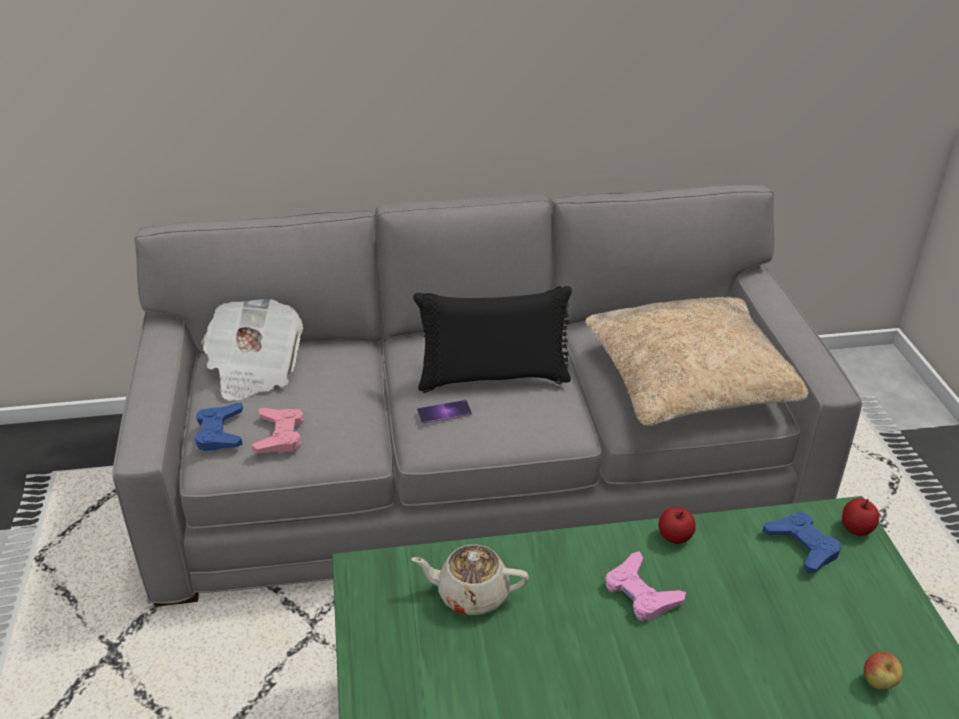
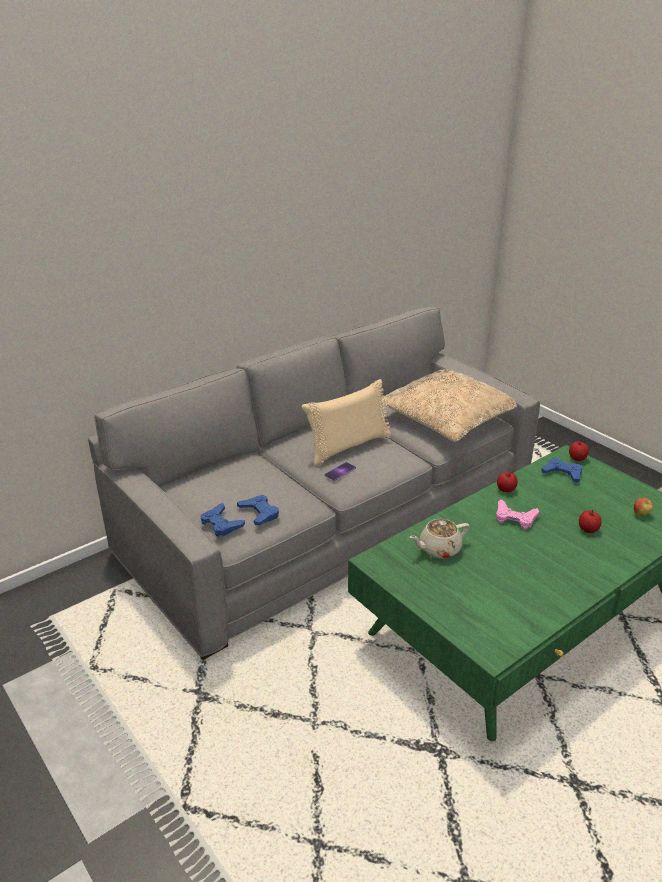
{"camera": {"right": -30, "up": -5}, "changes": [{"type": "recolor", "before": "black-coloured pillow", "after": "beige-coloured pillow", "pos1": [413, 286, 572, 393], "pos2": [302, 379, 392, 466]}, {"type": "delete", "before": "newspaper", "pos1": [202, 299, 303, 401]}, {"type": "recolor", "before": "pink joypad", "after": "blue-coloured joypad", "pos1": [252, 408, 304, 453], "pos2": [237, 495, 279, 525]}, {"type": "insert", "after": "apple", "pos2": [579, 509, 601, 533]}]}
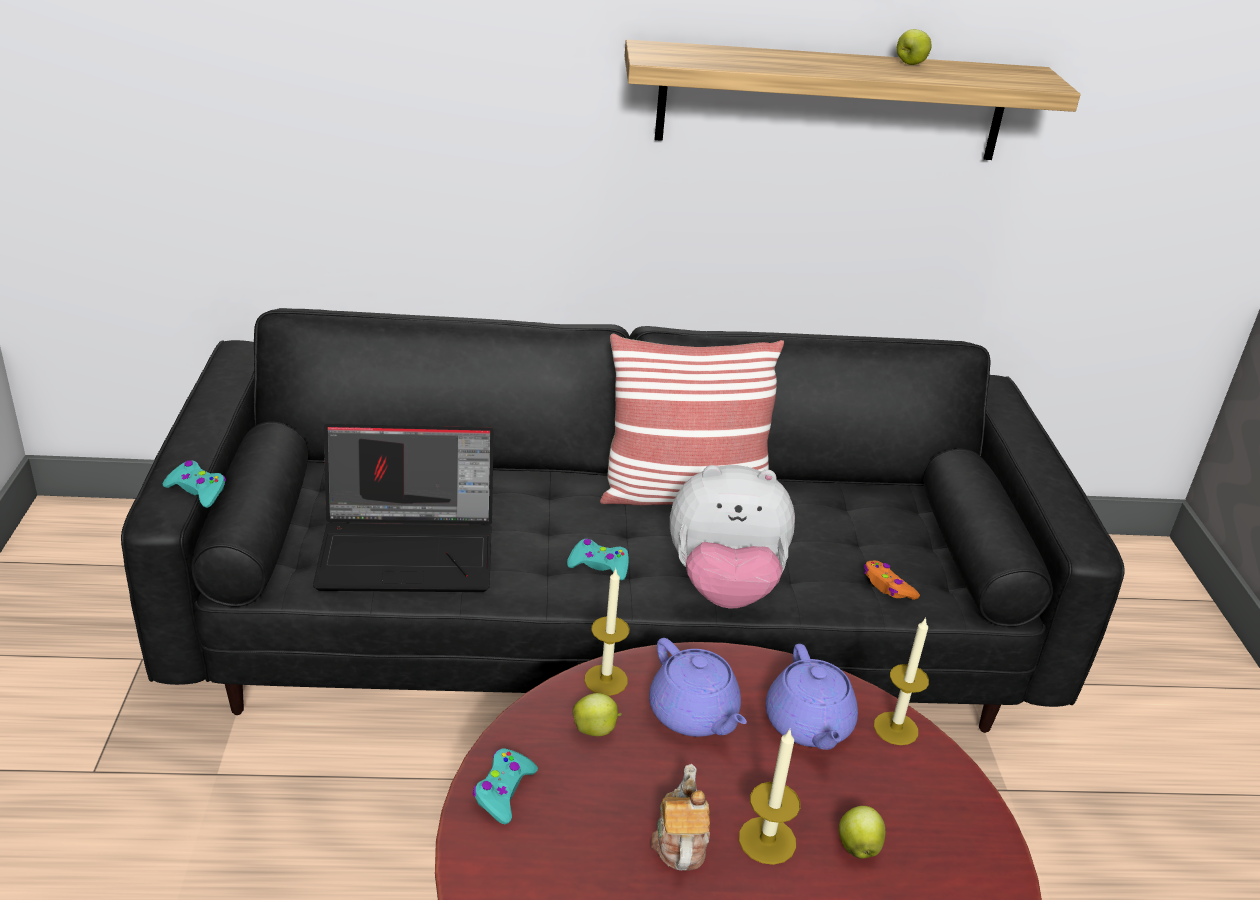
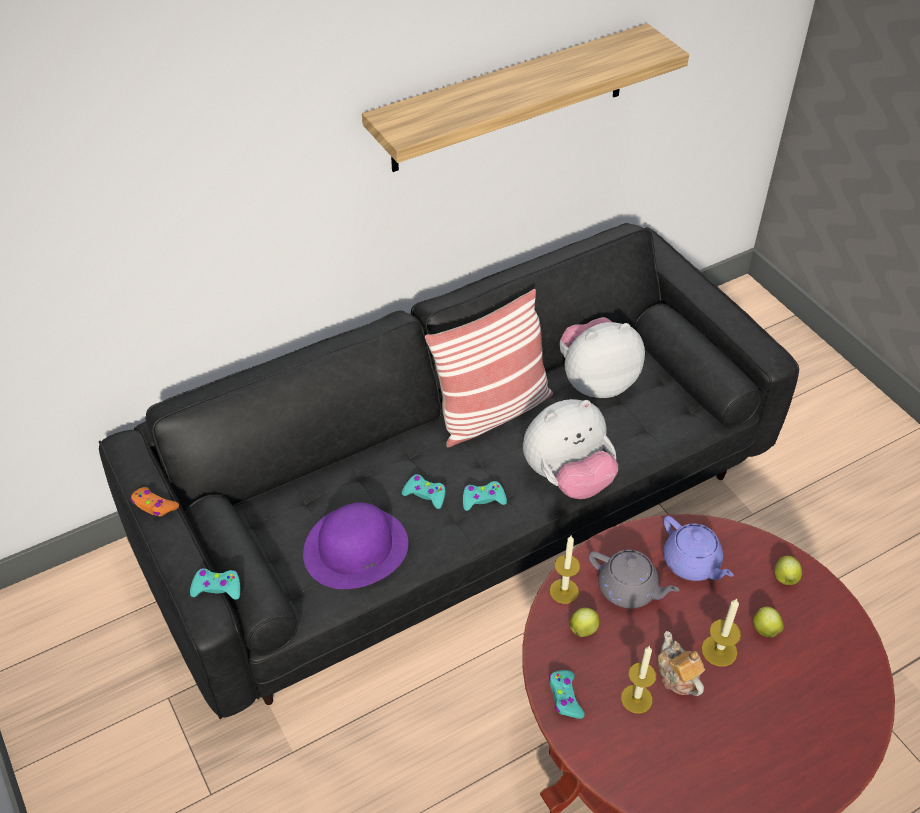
{"camera": {"right": -25, "up": 15}, "changes": [{"type": "move", "before": "apple", "pos1": [897, 29, 932, 65], "pos2": [774, 556, 802, 585]}, {"type": "replace", "before": "portable computer", "after": "purple-coloured hat", "pos1": [313, 424, 494, 592], "pos2": [303, 503, 408, 589]}, {"type": "move", "before": "orange joypad", "pos1": [864, 560, 920, 600], "pos2": [130, 487, 179, 516]}, {"type": "move", "before": "candle", "pos1": [874, 617, 929, 745], "pos2": [621, 646, 656, 714]}, {"type": "recolor", "before": "purple-coloured tea pot", "after": "gray tea pot", "pos1": [649, 638, 747, 737], "pos2": [589, 550, 679, 608]}, {"type": "insert", "after": "cuddly toy", "pos2": [560, 317, 645, 398]}, {"type": "insert", "after": "turquoise-coloured joypad", "pos2": [402, 474, 446, 509]}]}
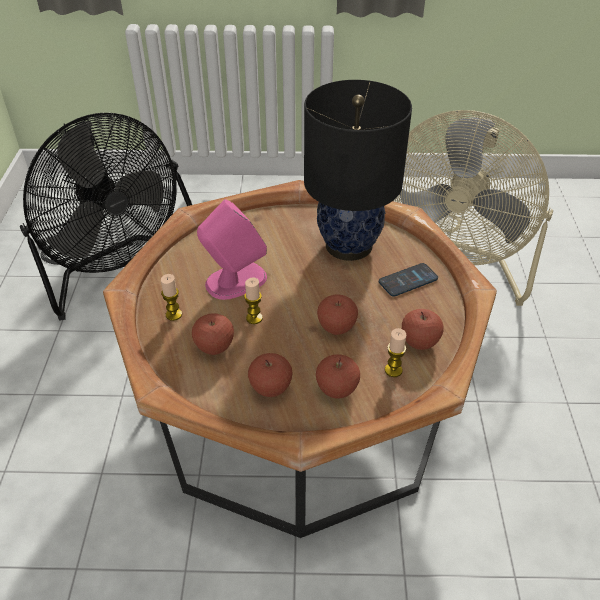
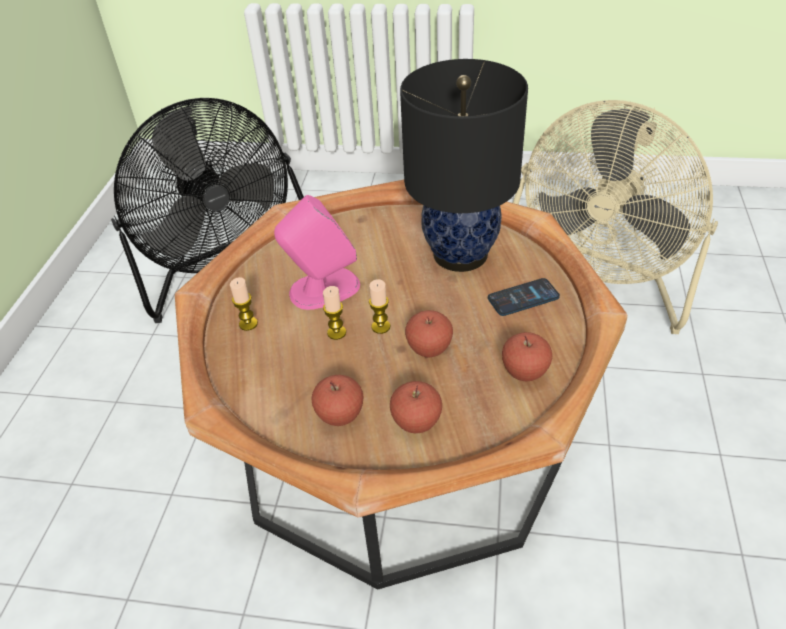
{"camera": {"right": 10, "up": 0}, "changes": [{"type": "delete", "before": "apple", "pos1": [192, 313, 234, 355]}, {"type": "move", "before": "candle", "pos1": [385, 328, 407, 377], "pos2": [369, 279, 390, 334]}]}
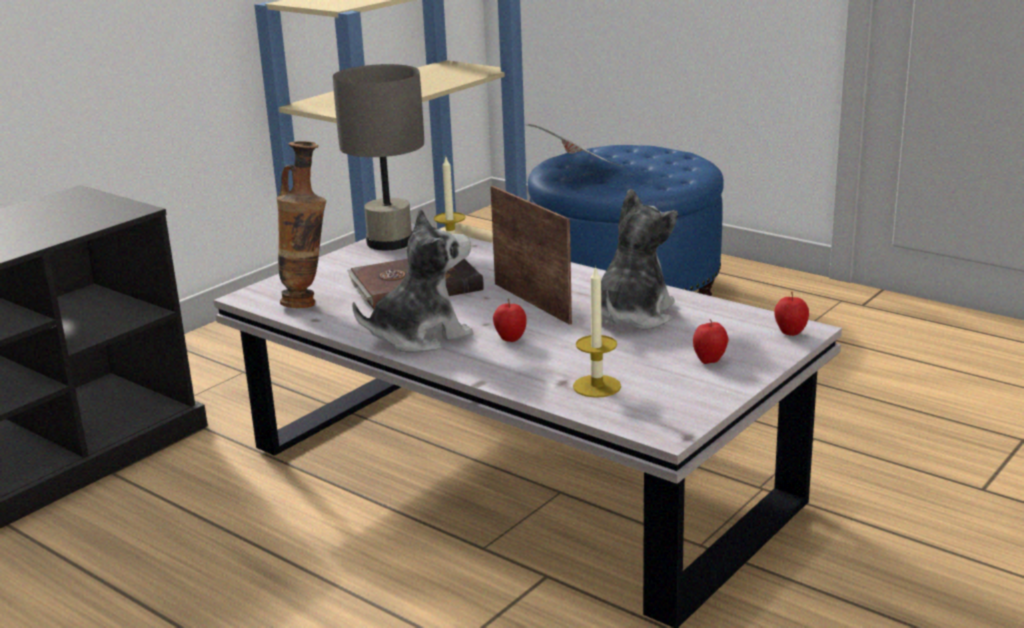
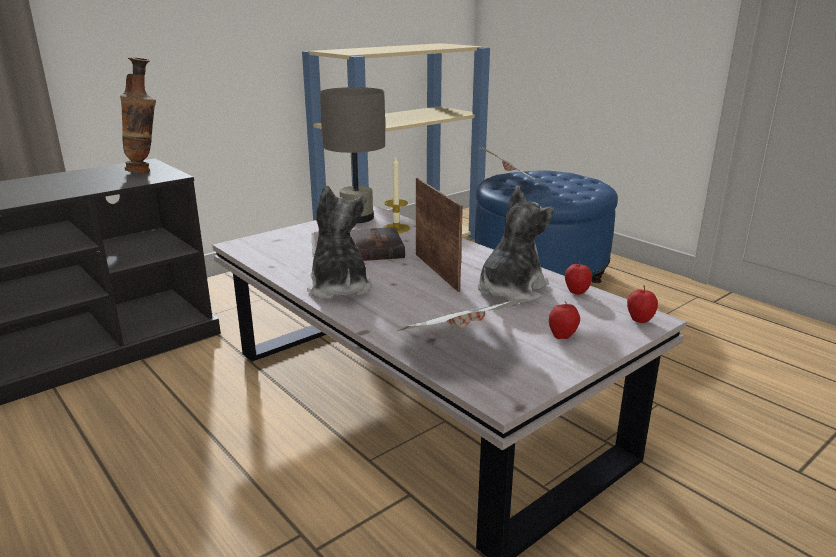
{"camera": {"right": 10, "up": 0}, "changes": [{"type": "move", "before": "decorative vase", "pos1": [276, 141, 326, 308], "pos2": [120, 57, 156, 173]}, {"type": "rotate", "before": "cuddly toy", "pos1": [352, 208, 473, 353], "pos2": [307, 186, 372, 300], "turn": -90}, {"type": "replace", "before": "candle", "after": "newspaper", "pos1": [573, 265, 621, 398], "pos2": [397, 299, 528, 331]}, {"type": "move", "before": "apple", "pos1": [493, 298, 527, 342], "pos2": [565, 260, 592, 295]}]}
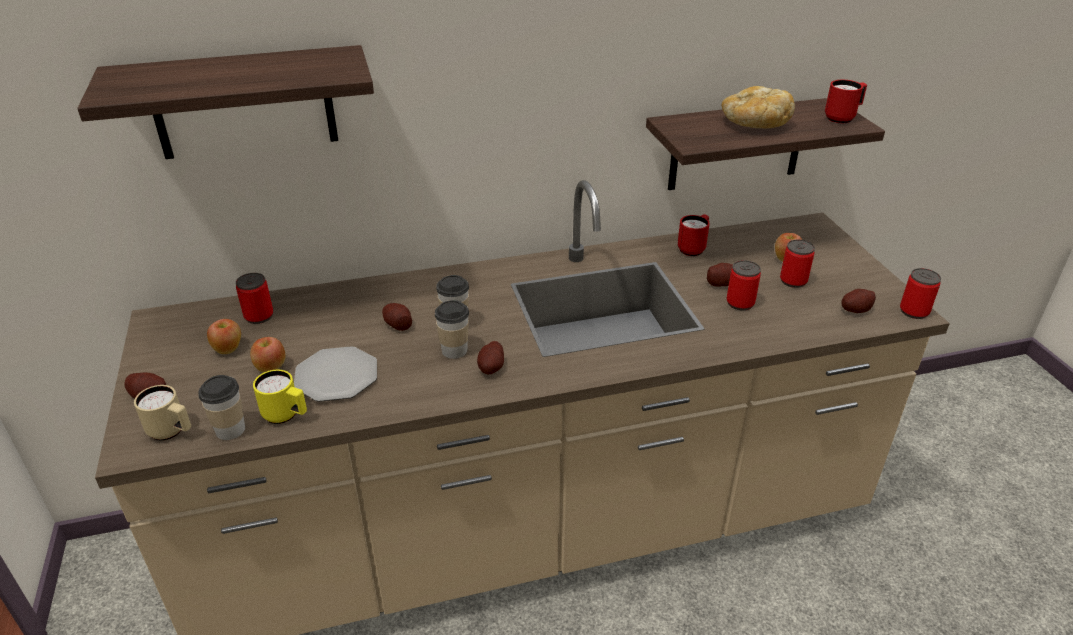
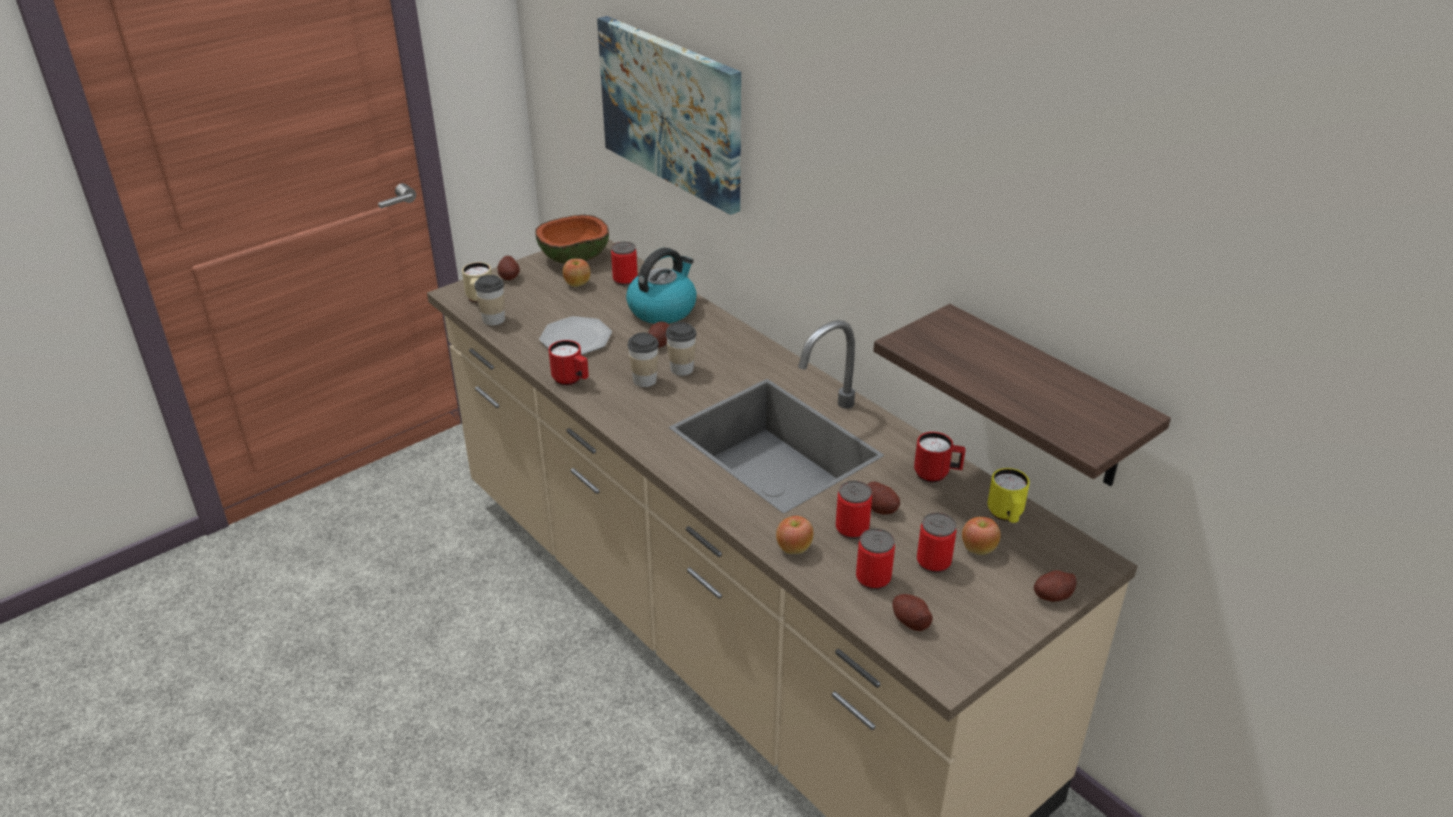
{"camera": {"right": 65, "up": 0}, "changes": [{"type": "replace", "before": "shelf", "after": "wall picture", "pos1": [77, 45, 374, 159], "pos2": [597, 16, 741, 215]}, {"type": "move", "before": "red-coloured coffee mug", "pos1": [825, 80, 867, 123], "pos2": [549, 340, 589, 385]}, {"type": "delete", "before": "baked bread", "pos1": [722, 86, 795, 128]}, {"type": "move", "before": "can", "pos1": [900, 268, 941, 319], "pos2": [856, 528, 895, 590]}, {"type": "move", "before": "apple", "pos1": [250, 337, 286, 373], "pos2": [776, 516, 813, 554]}, {"type": "move", "before": "whole potato", "pos1": [477, 341, 504, 374], "pos2": [1034, 570, 1076, 602]}, {"type": "move", "before": "yellowish coffee mug", "pos1": [253, 370, 307, 424], "pos2": [987, 468, 1030, 523]}, {"type": "insert", "after": "deep dish", "pos2": [535, 215, 609, 264]}, {"type": "insert", "after": "kettle", "pos2": [626, 248, 697, 324]}]}
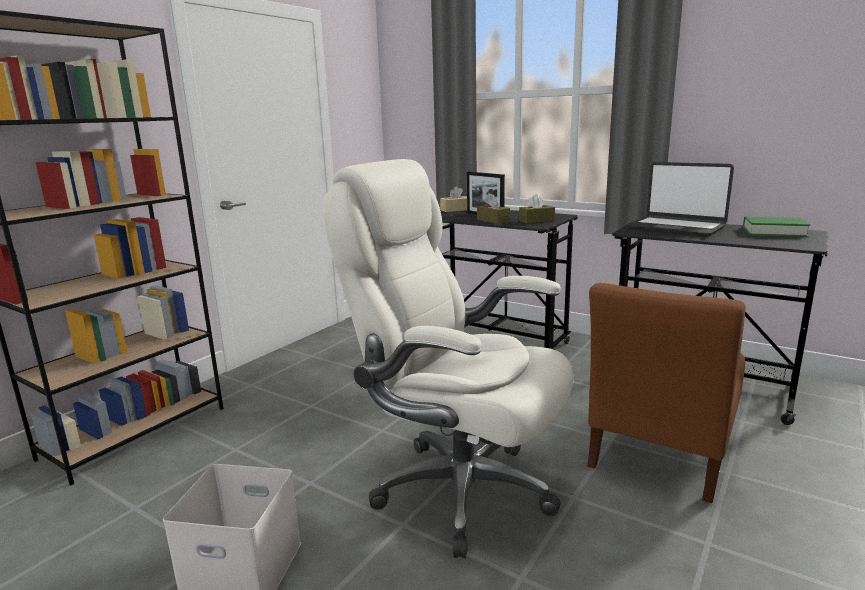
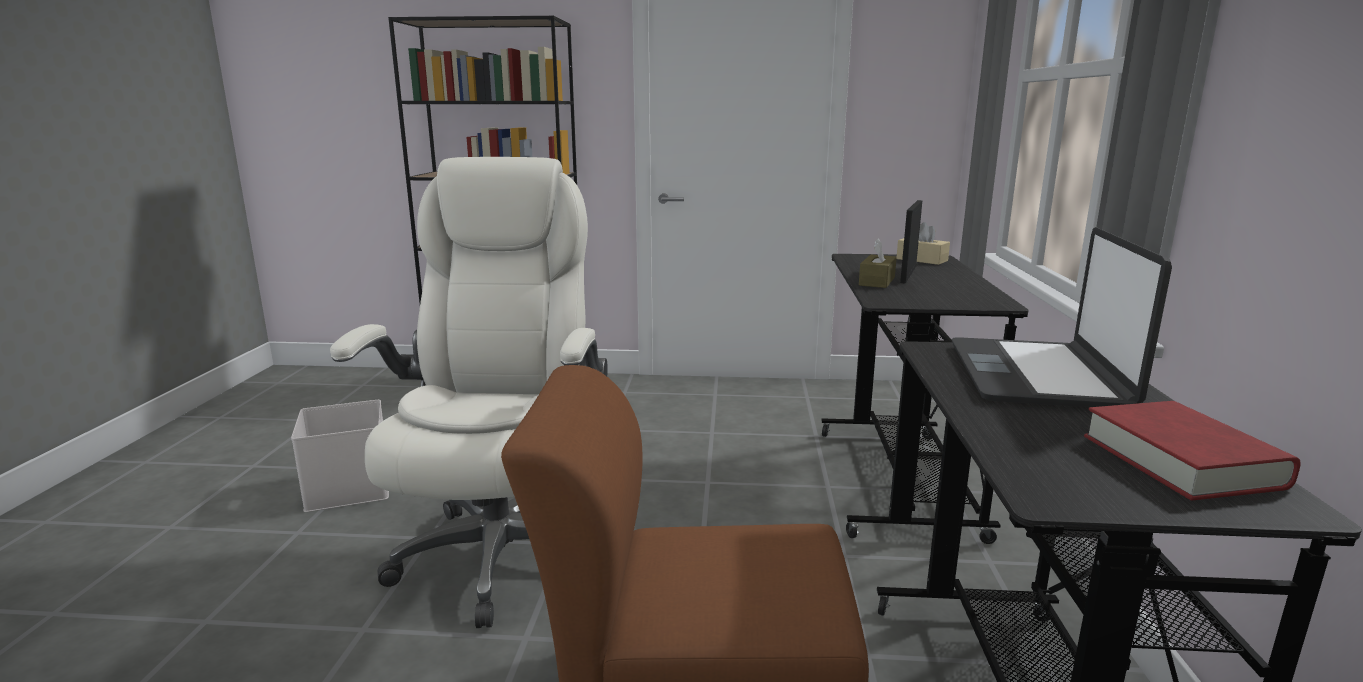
{"camera": {"right": 60, "up": 0}, "changes": [{"type": "delete", "before": "brownish box of tissues", "pos1": [519, 194, 555, 224]}, {"type": "recolor", "before": "green-coloured book", "after": "red-coloured book", "pos1": [743, 217, 811, 237], "pos2": [1084, 401, 1301, 500]}]}
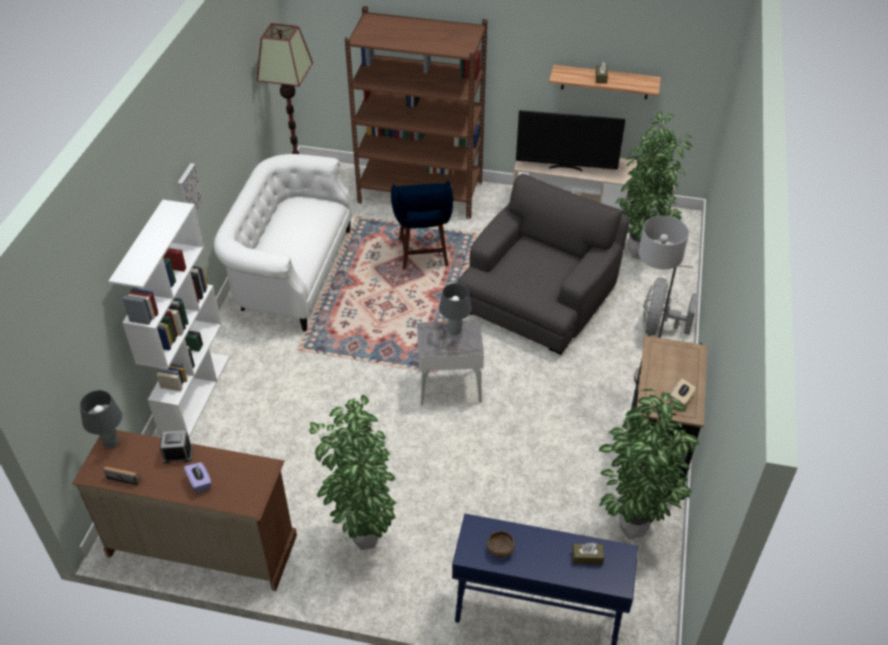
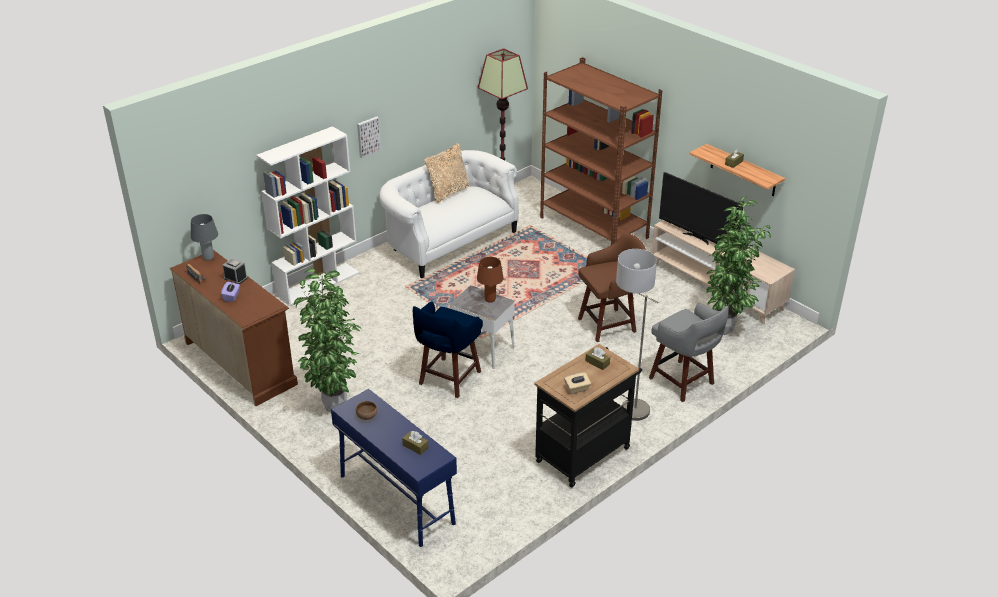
{"camera": {"right": 35, "up": -10}, "changes": [{"type": "replace", "before": "gray lounge chair", "after": "brownish sitting stool", "pos1": [457, 174, 630, 355], "pos2": [578, 233, 646, 342]}, {"type": "move", "before": "blue-coloured sitting stool", "pos1": [391, 181, 454, 270], "pos2": [413, 301, 483, 398]}, {"type": "replace", "before": "gray electric fan", "after": "gray sitting stool", "pos1": [643, 278, 698, 335], "pos2": [649, 303, 729, 402]}, {"type": "recolor", "before": "gray lamp for a table", "after": "brownish lamp for a table", "pos1": [439, 283, 472, 335], "pos2": [477, 257, 504, 303]}, {"type": "delete", "before": "potted plant", "pos1": [599, 389, 699, 539]}, {"type": "insert", "after": "beige-coloured pillow", "pos2": [424, 143, 470, 203]}, {"type": "insert", "after": "brownish box of tissues", "pos2": [585, 347, 610, 370]}]}
